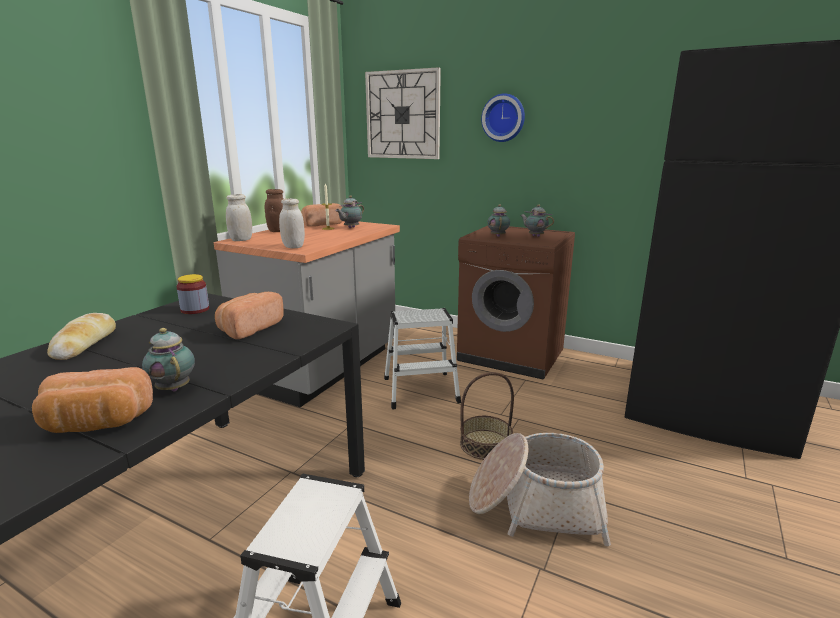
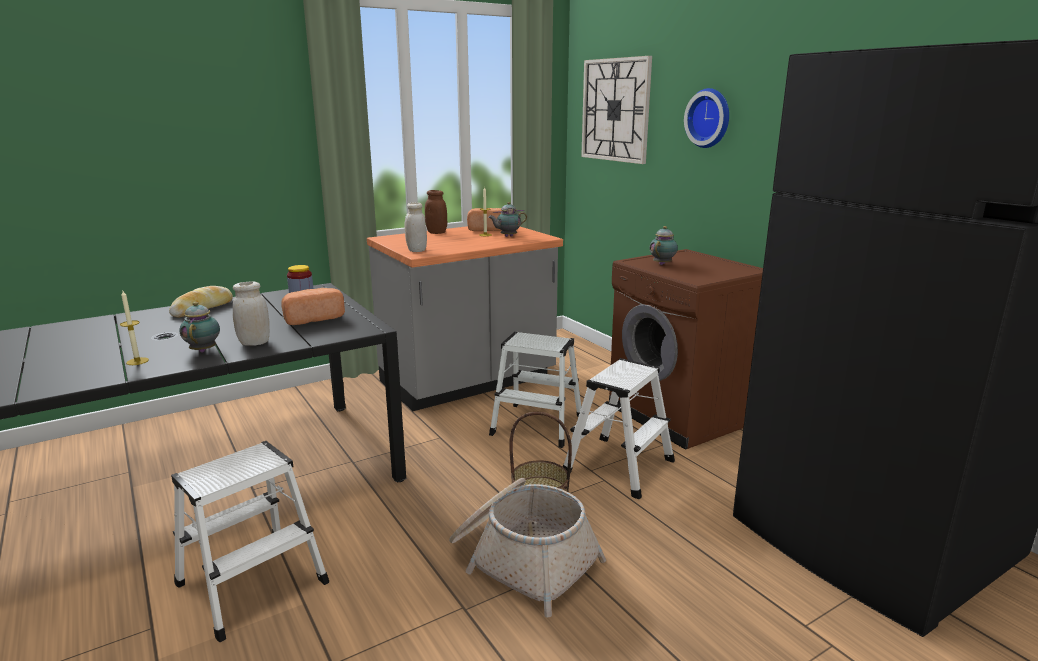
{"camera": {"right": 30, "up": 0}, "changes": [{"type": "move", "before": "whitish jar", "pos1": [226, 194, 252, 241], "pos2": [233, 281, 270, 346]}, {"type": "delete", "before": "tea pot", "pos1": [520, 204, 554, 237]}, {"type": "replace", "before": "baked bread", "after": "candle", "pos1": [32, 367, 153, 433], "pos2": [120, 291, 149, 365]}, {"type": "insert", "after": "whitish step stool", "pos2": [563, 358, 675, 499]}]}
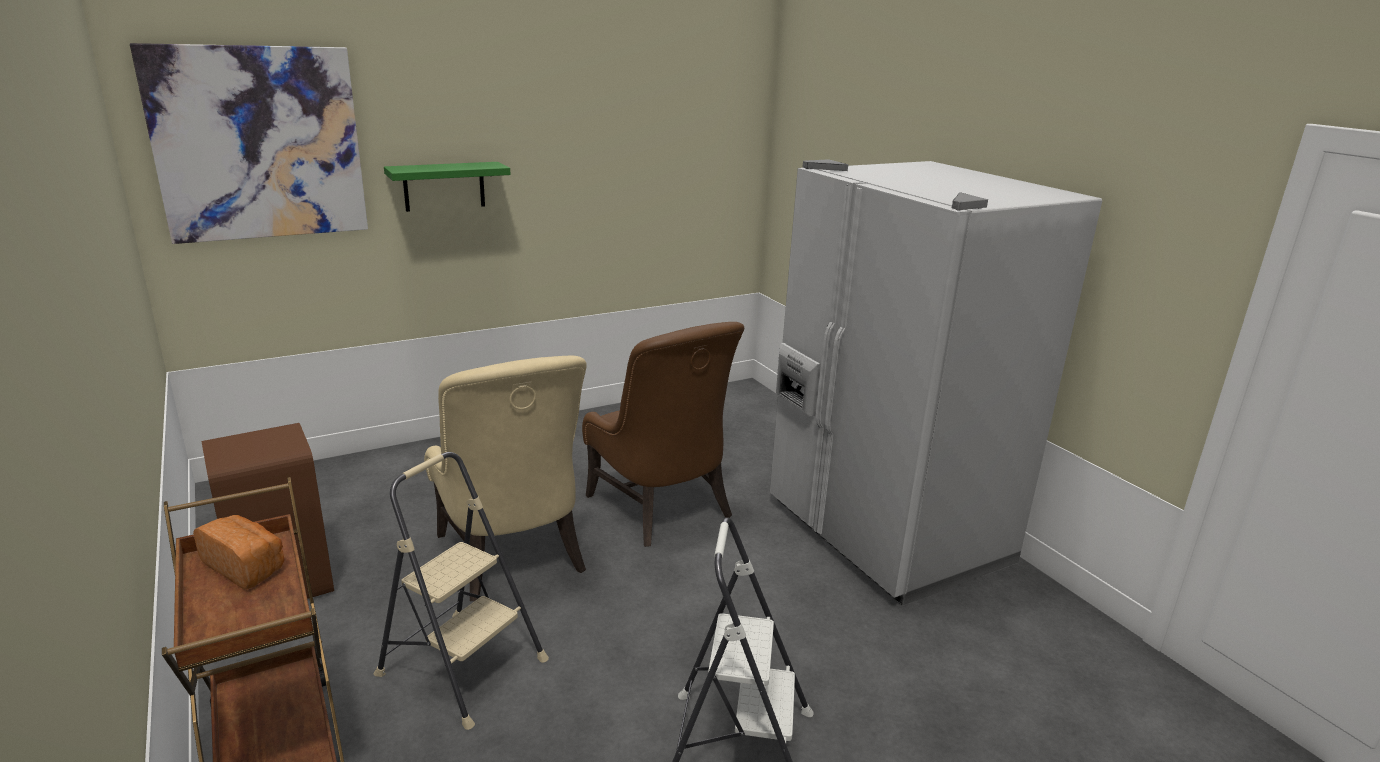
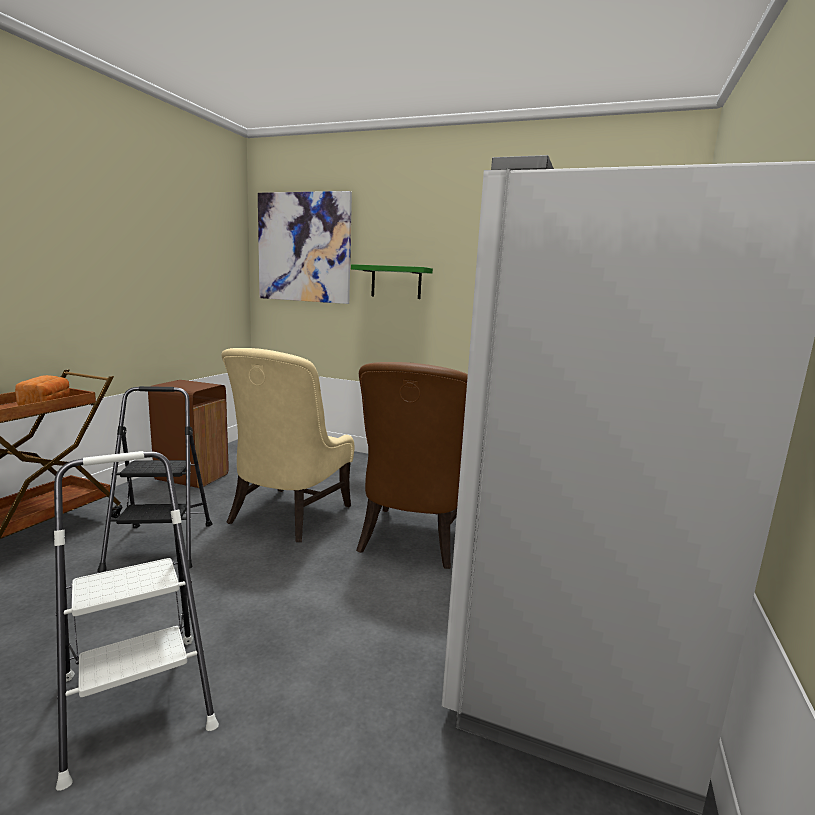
{"camera": {"right": 50, "up": -10}, "changes": [{"type": "recolor", "before": "beige-coloured step stool", "after": "black-coloured step stool", "pos1": [373, 452, 549, 730], "pos2": [97, 386, 213, 572]}]}
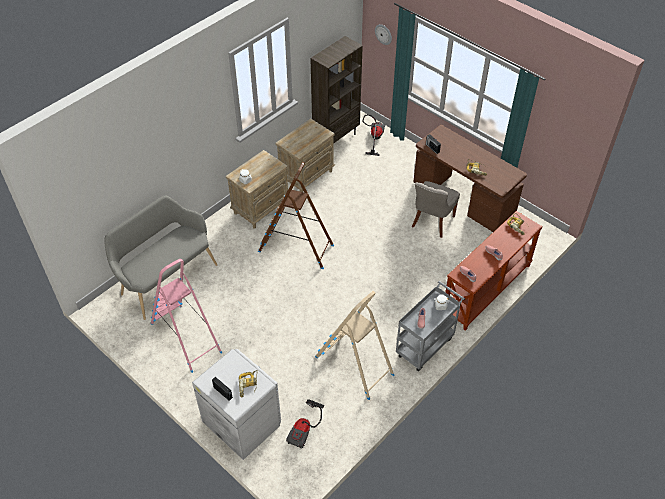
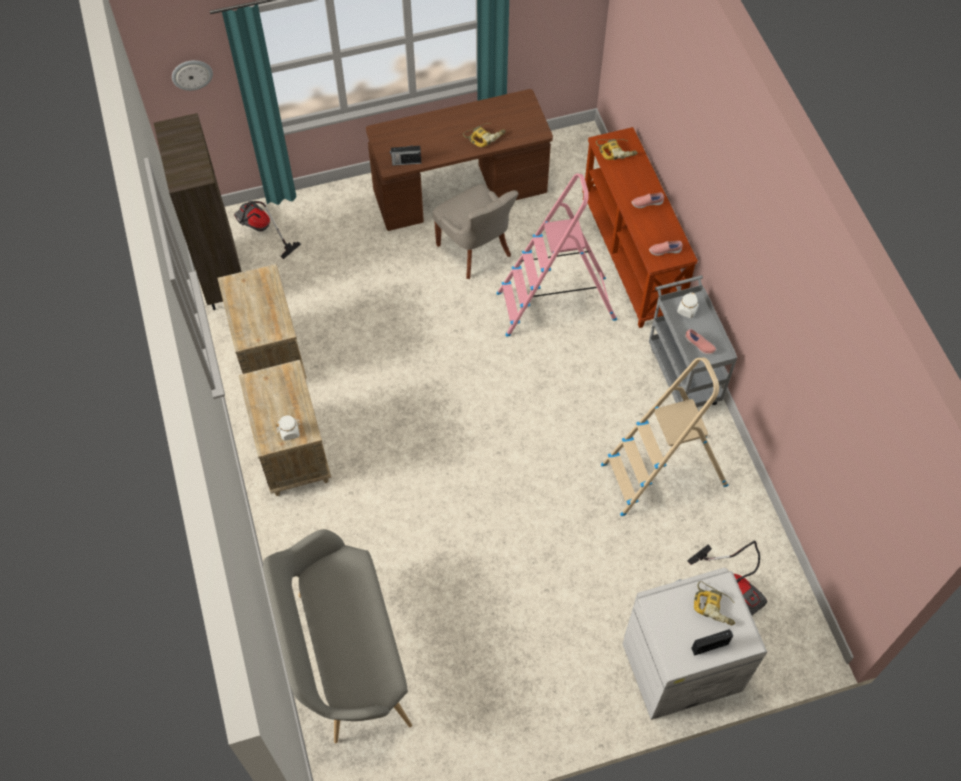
{"camera": {"right": -60, "up": 10}, "changes": [{"type": "delete", "before": "brownish step stool", "pos1": [258, 162, 334, 269]}, {"type": "move", "before": "pink step stool", "pos1": [151, 259, 222, 373], "pos2": [496, 173, 617, 337]}]}
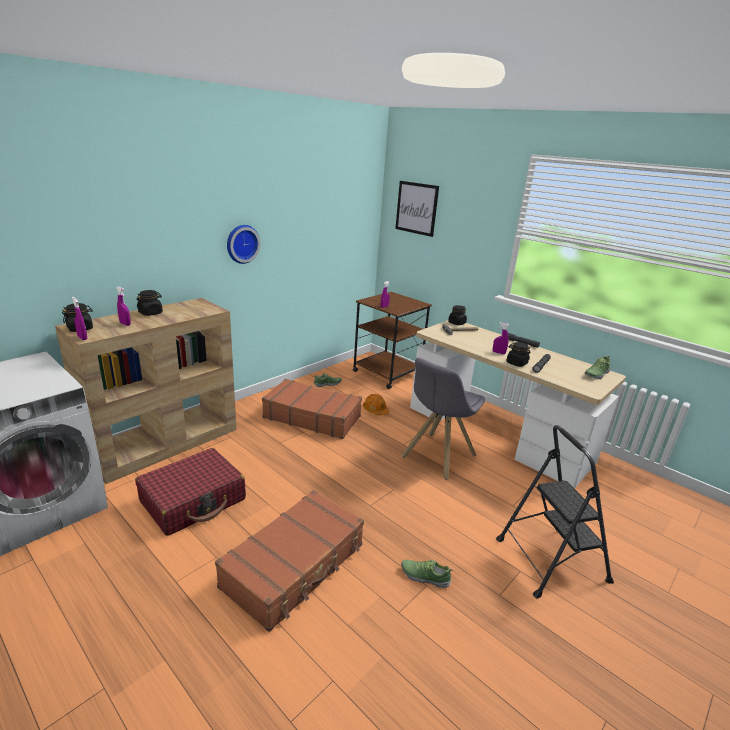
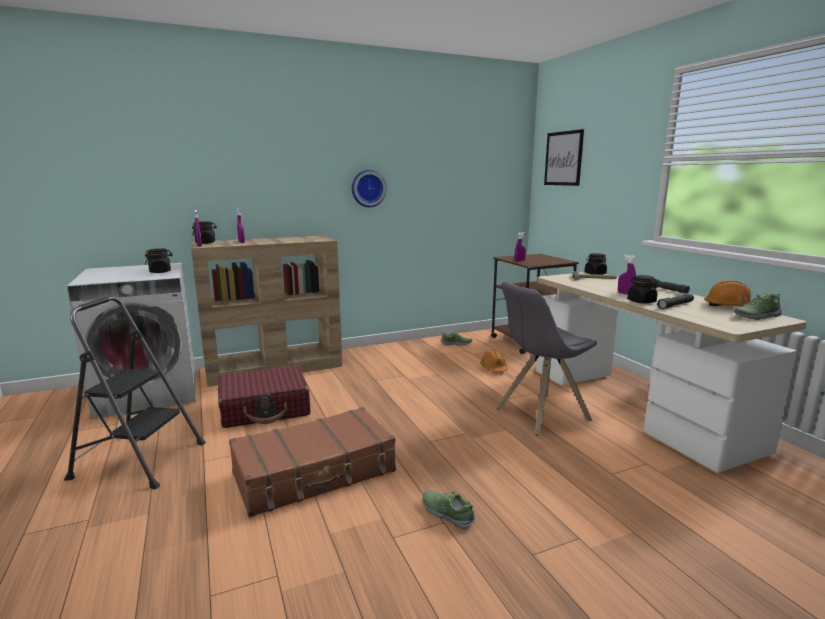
{"camera": {"right": 25, "up": -10}, "changes": [{"type": "move", "before": "black-coloured jar", "pos1": [137, 290, 163, 316], "pos2": [145, 248, 172, 273]}, {"type": "delete", "before": "brownish suitcase", "pos1": [262, 379, 362, 439]}, {"type": "move", "before": "black-coloured step stool", "pos1": [496, 425, 614, 599], "pos2": [64, 297, 206, 489]}, {"type": "insert", "after": "orange work helmet", "pos2": [704, 280, 752, 306]}]}
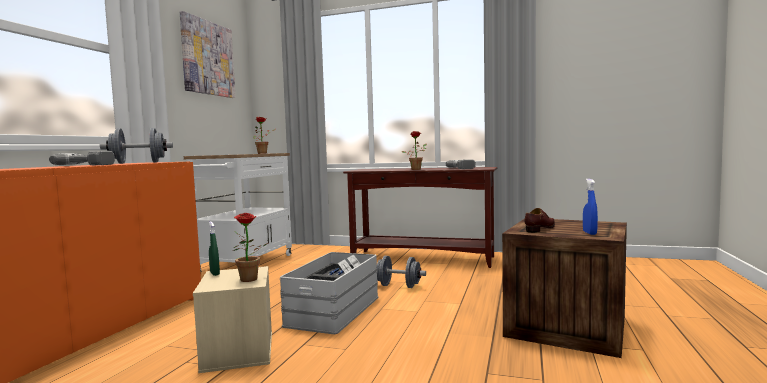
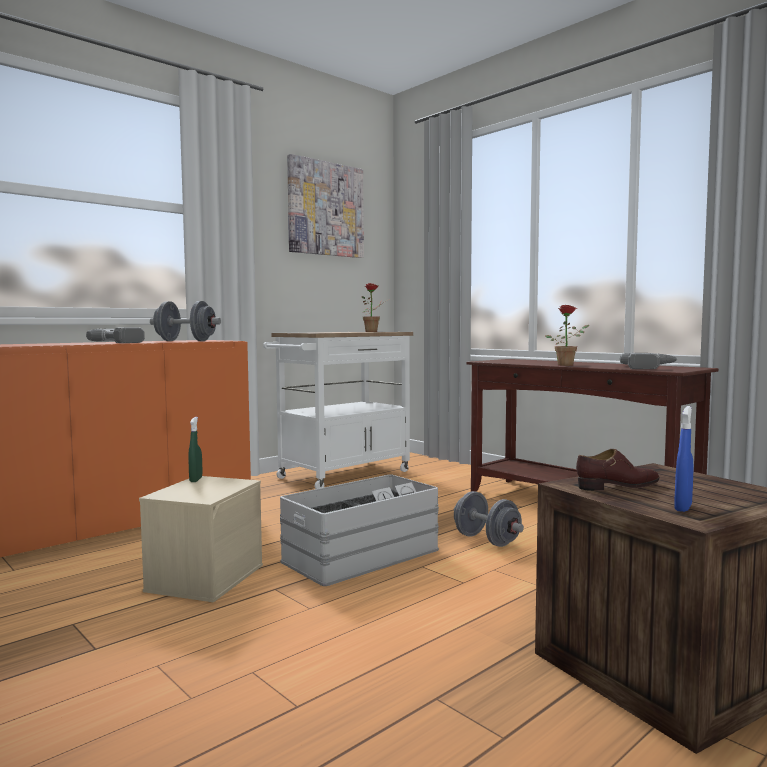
{"camera": {"right": 30, "up": 0}, "changes": [{"type": "delete", "before": "potted plant", "pos1": [233, 213, 268, 282]}]}
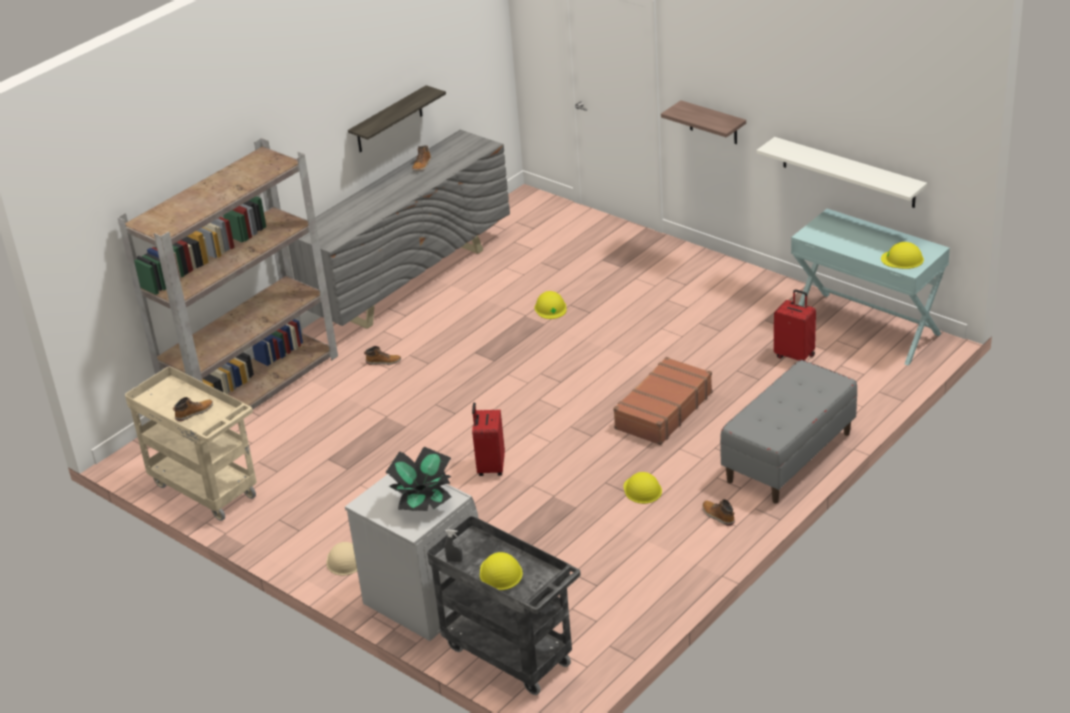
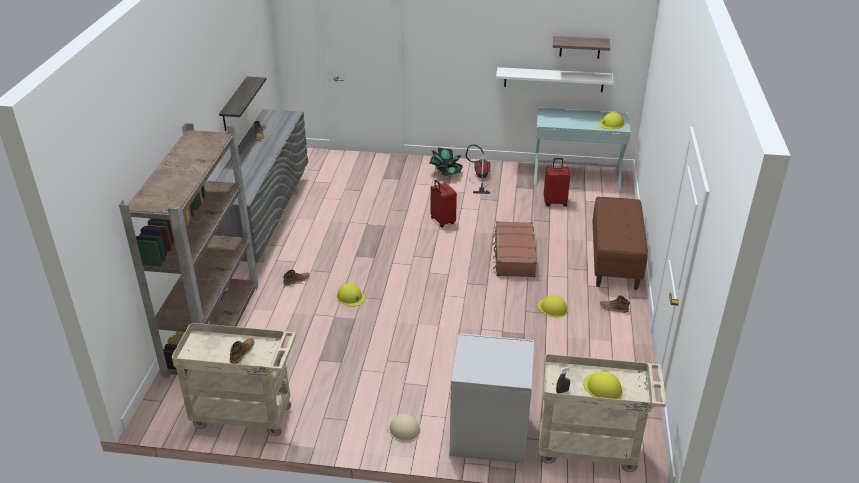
{"camera": {"right": -35, "up": 0}, "changes": [{"type": "move", "before": "shelf", "pos1": [661, 100, 746, 144], "pos2": [553, 36, 610, 59]}, {"type": "move", "before": "yellowish work helmet", "pos1": [534, 291, 567, 319], "pos2": [336, 283, 365, 306]}, {"type": "recolor", "before": "gray indoor bench", "after": "brownish indoor bench", "pos1": [720, 360, 858, 503], "pos2": [593, 197, 648, 290]}, {"type": "move", "before": "red-coloured suitcase", "pos1": [472, 403, 505, 476], "pos2": [431, 180, 457, 227]}, {"type": "move", "before": "potted plant", "pos1": [385, 447, 451, 511], "pos2": [429, 147, 463, 176]}, {"type": "recolor", "before": "black-coloured wheeled cart", "after": "beige-coloured wheeled cart", "pos1": [427, 516, 581, 695], "pos2": [539, 354, 666, 472]}, {"type": "insert", "after": "hoover", "pos2": [466, 144, 491, 194]}]}
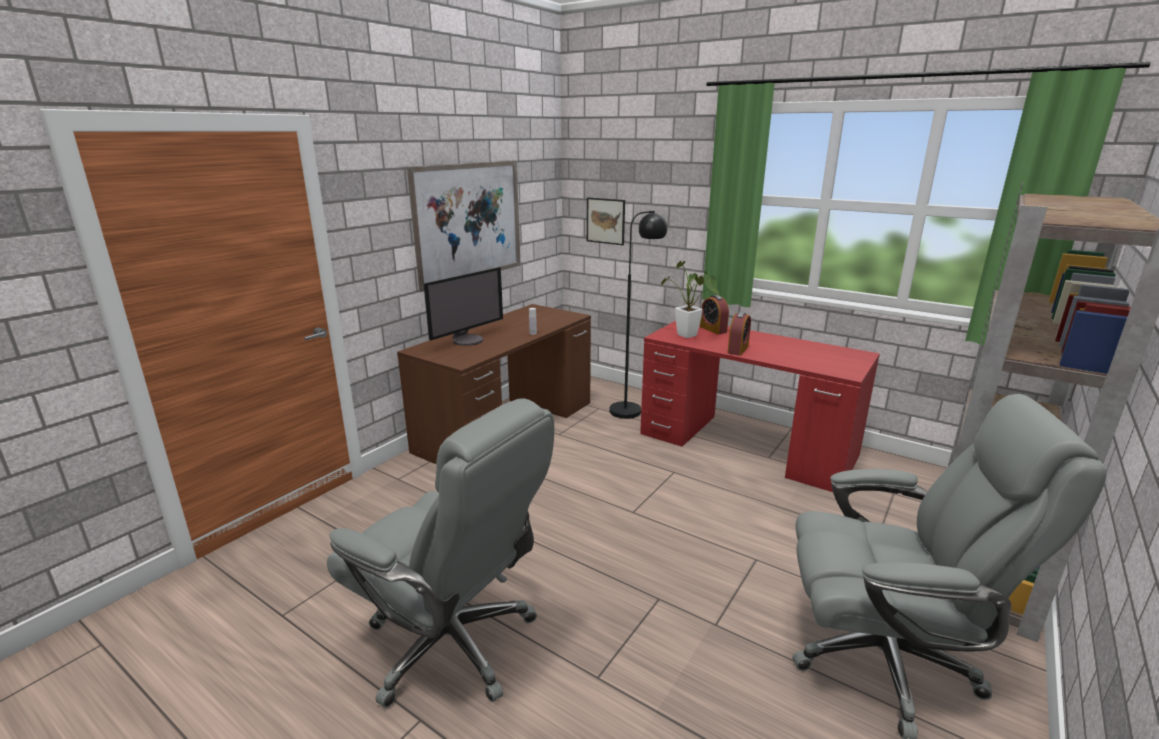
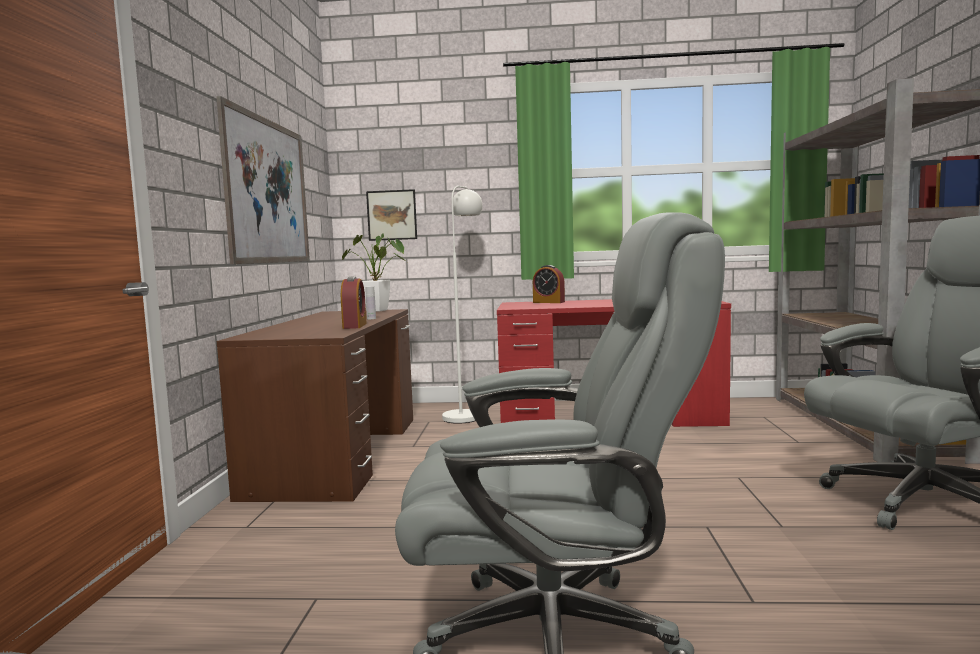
{"camera": {"right": -30, "up": -15}, "changes": [{"type": "recolor", "before": "black-coloured standing lamp", "after": "whitish standing lamp", "pos1": [609, 211, 668, 419], "pos2": [442, 186, 483, 424]}, {"type": "move", "before": "potted plant", "pos1": [661, 261, 720, 338], "pos2": [342, 233, 405, 312]}, {"type": "delete", "before": "computer display", "pos1": [424, 267, 503, 346]}, {"type": "move", "before": "alarm clock", "pos1": [727, 312, 751, 356], "pos2": [341, 276, 367, 329]}]}
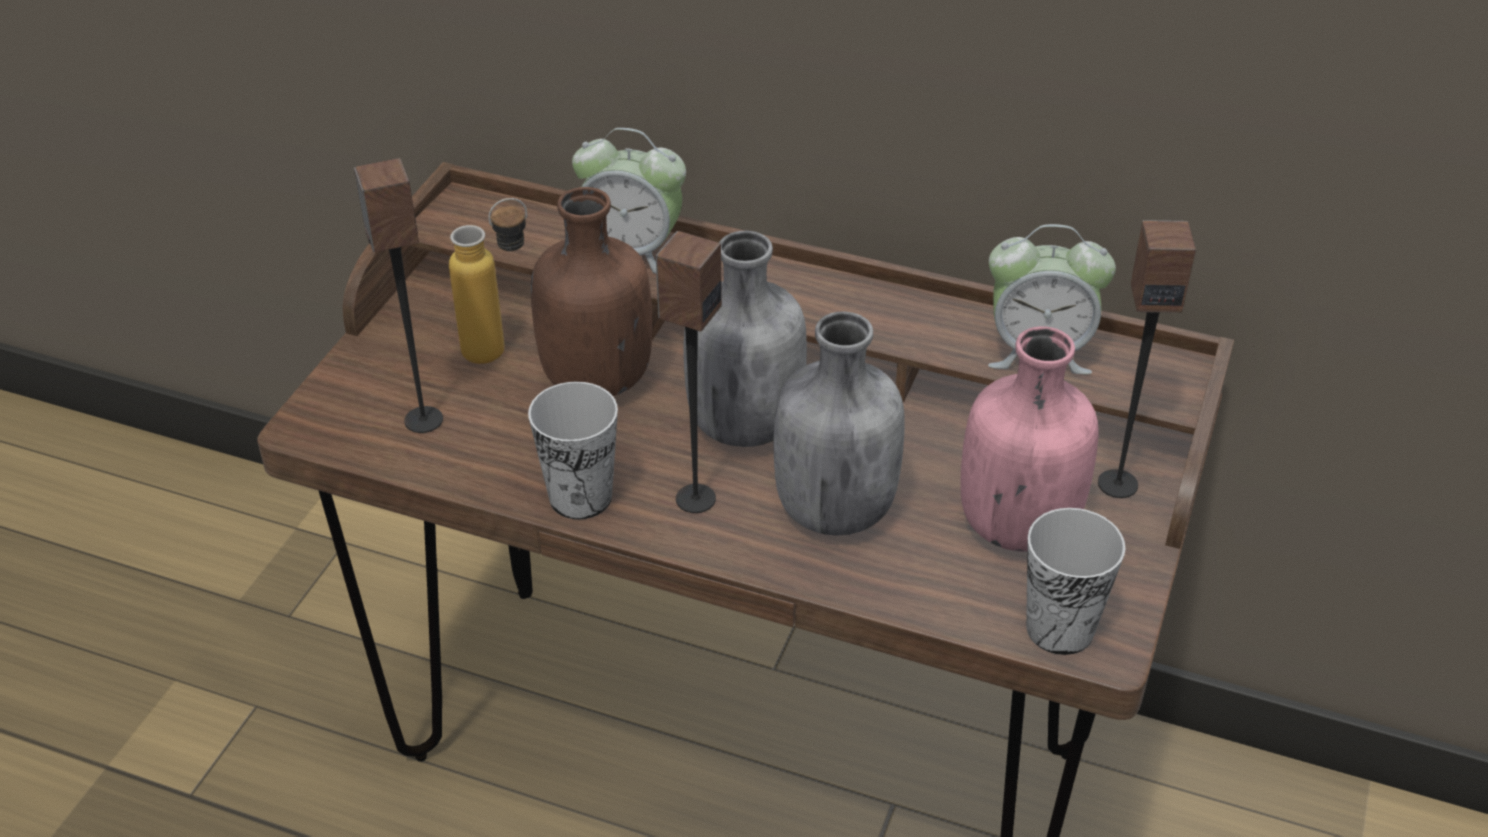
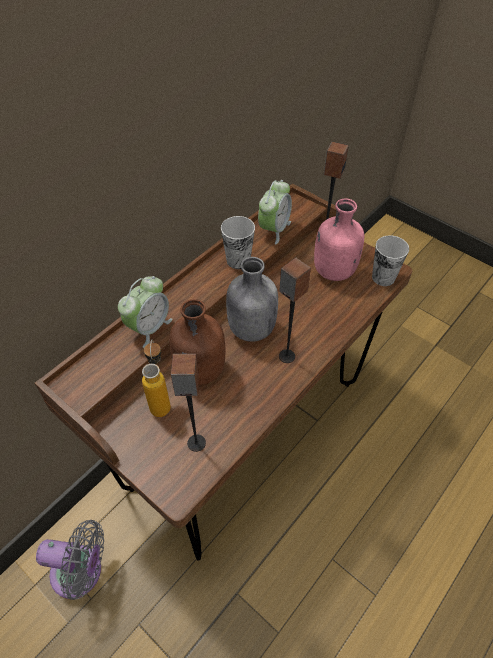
{"camera": {"right": -70, "up": 10}, "changes": [{"type": "delete", "before": "gray beverage bottle", "pos1": [774, 311, 905, 536]}, {"type": "move", "before": "cup", "pos1": [528, 382, 618, 519], "pos2": [221, 216, 255, 269]}, {"type": "insert", "after": "gray electric fan", "pos2": [36, 520, 104, 600]}]}
